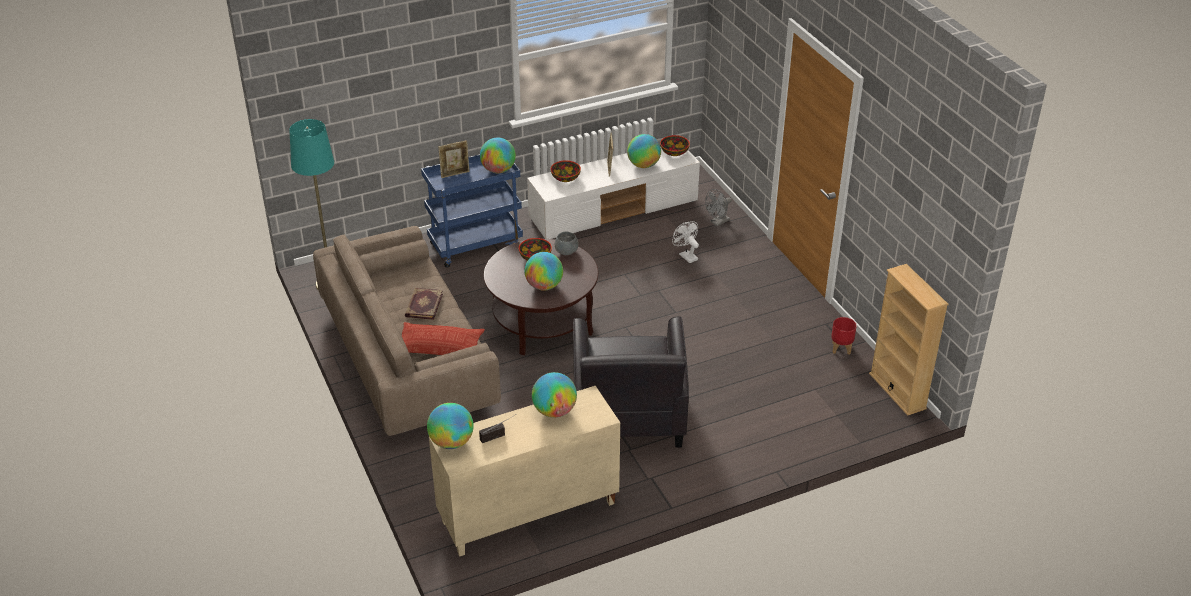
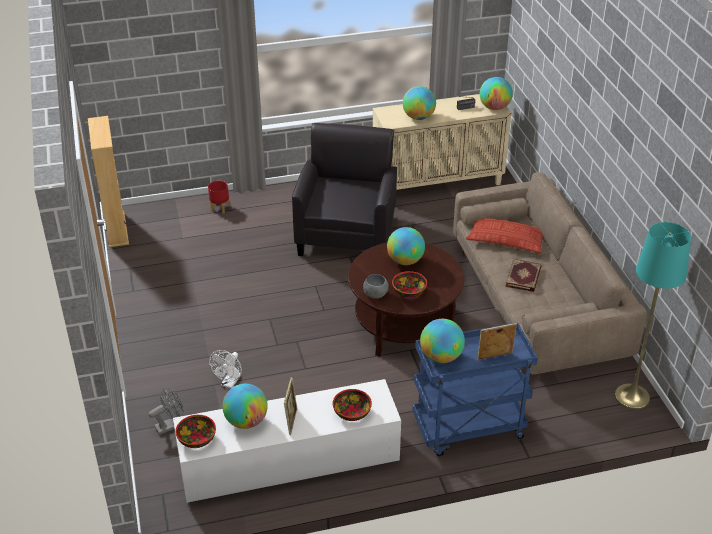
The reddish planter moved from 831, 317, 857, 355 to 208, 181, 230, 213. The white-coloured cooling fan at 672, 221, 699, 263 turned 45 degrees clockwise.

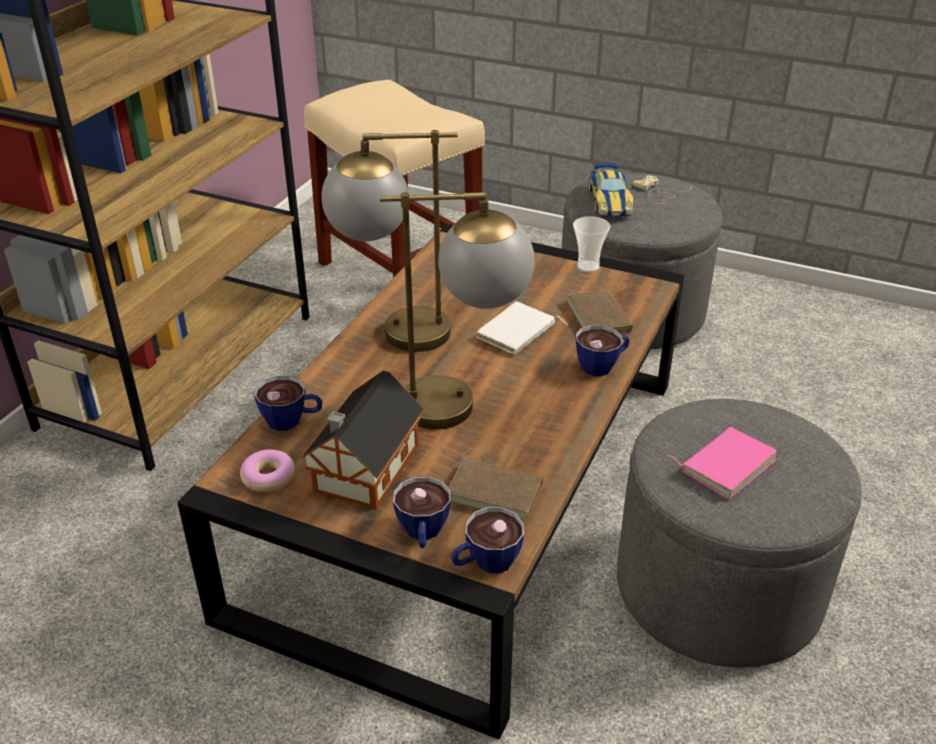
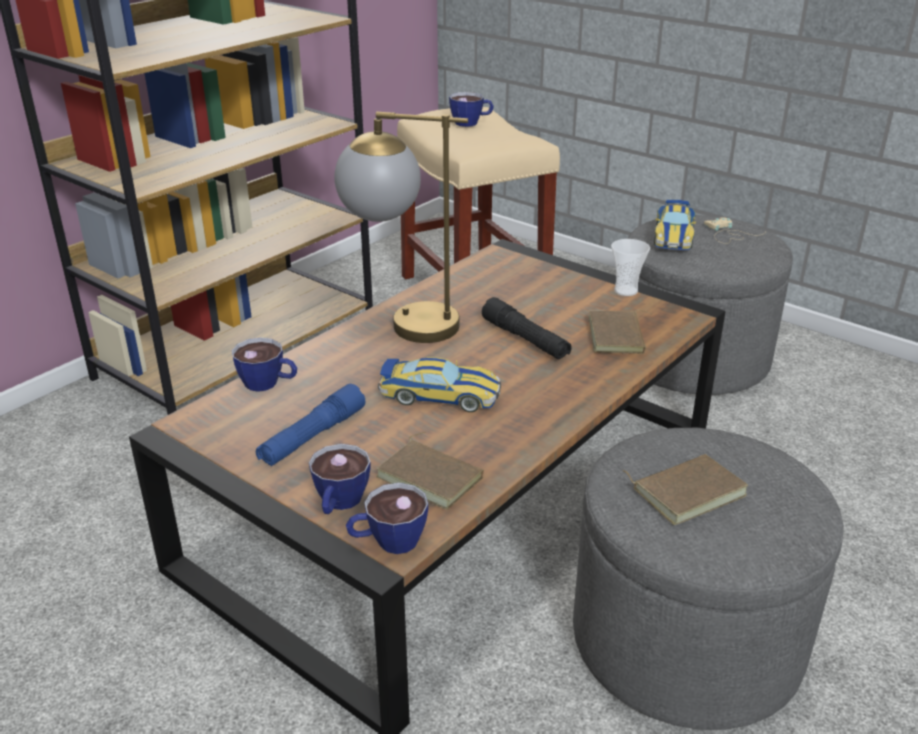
The doughnut at 240, 449, 295, 492 disappeared. The small cup moved from 576, 325, 630, 376 to 449, 92, 494, 127. The model house at 301, 371, 424, 509 was replaced by the bluish hand torch at 256, 384, 365, 466. The lamp for a table at 380, 192, 535, 429 was replaced by the toy car at 378, 357, 501, 412. The white-coloured bound book at 477, 301, 568, 355 was replaced by the blackish hand torch at 482, 297, 572, 359. The pink bound book at 667, 427, 777, 499 became the brown bound book at 623, 454, 748, 525.

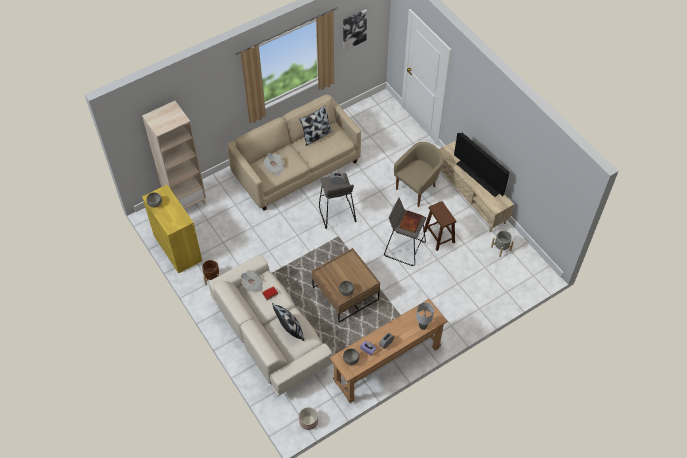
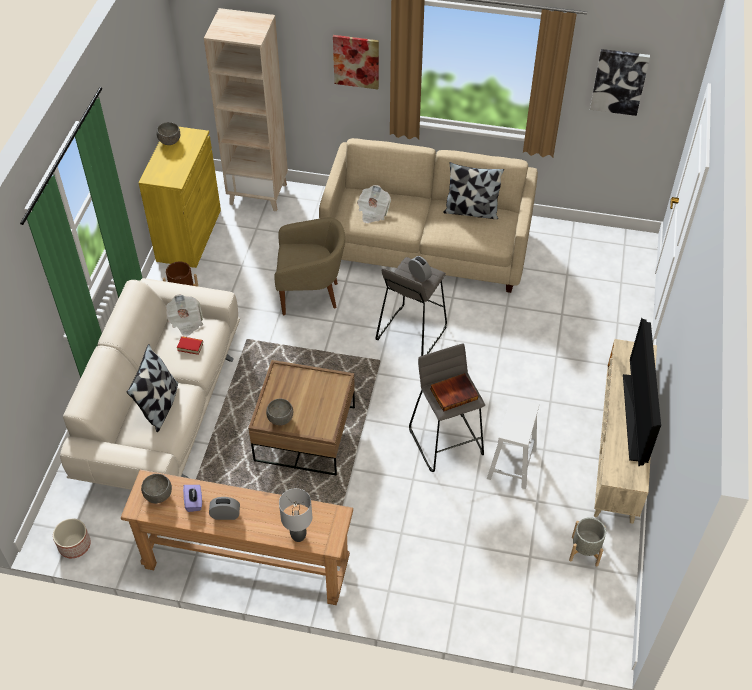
The wall picture at 333, 35, 379, 89 appeared. The sand-coloured armchair moved from 394, 142, 443, 207 to 274, 218, 345, 315. The brown stool seat at 423, 201, 456, 251 became the white-coloured stool seat at 487, 397, 539, 489.

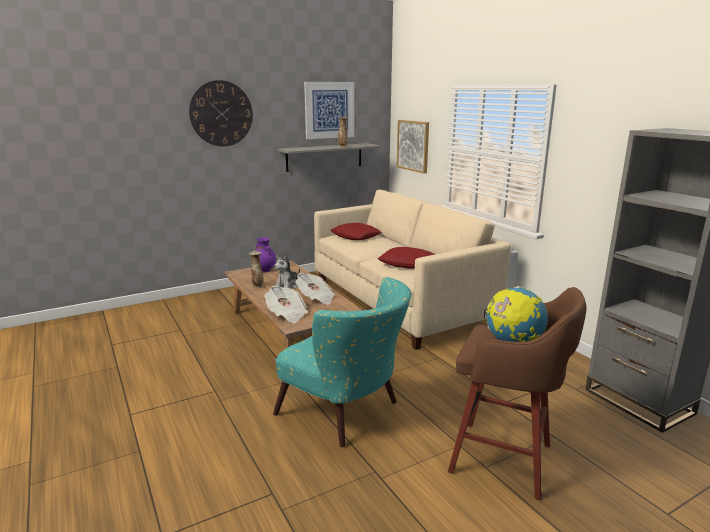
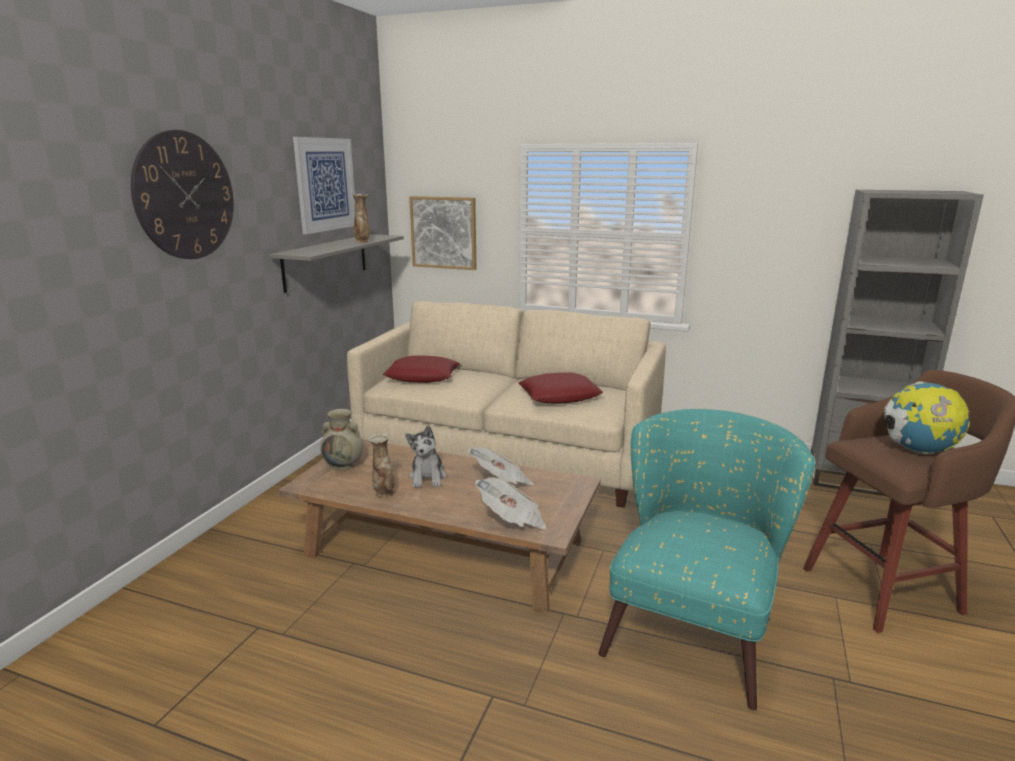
The purplish vase at 256, 237, 276, 272 became the sand-coloured vase at 320, 409, 363, 471. The blue-green armchair at 273, 277, 412, 447 turned 60 degrees counterclockwise.

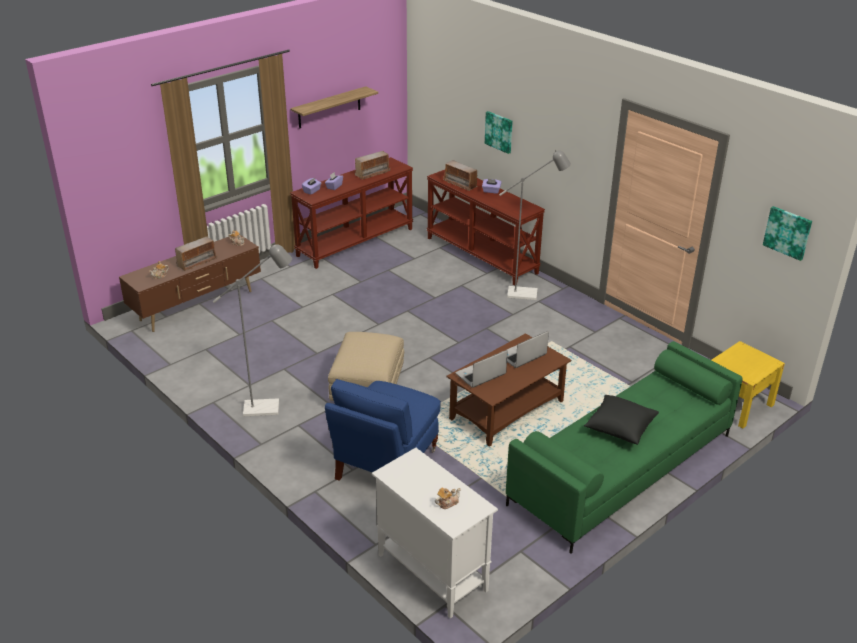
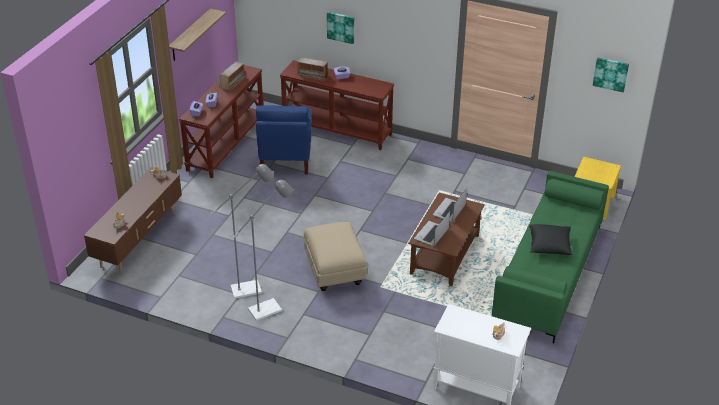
The radio receiver at 175, 236, 217, 271 disappeared. The bluish armchair moved from 325, 379, 441, 481 to 256, 106, 312, 174. The greyish floor lamp moved from 499, 150, 571, 300 to 211, 164, 274, 299.

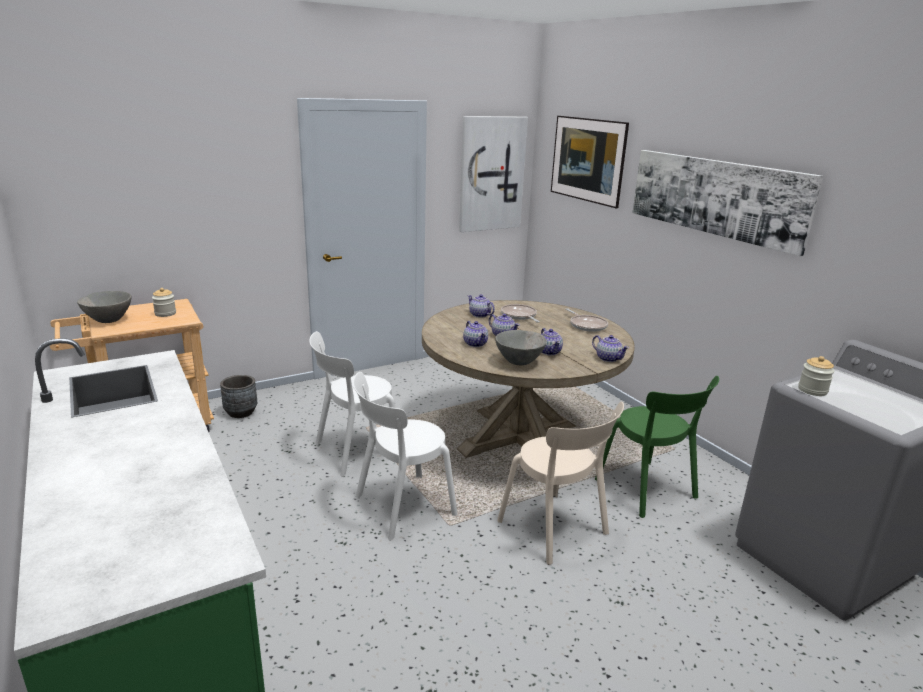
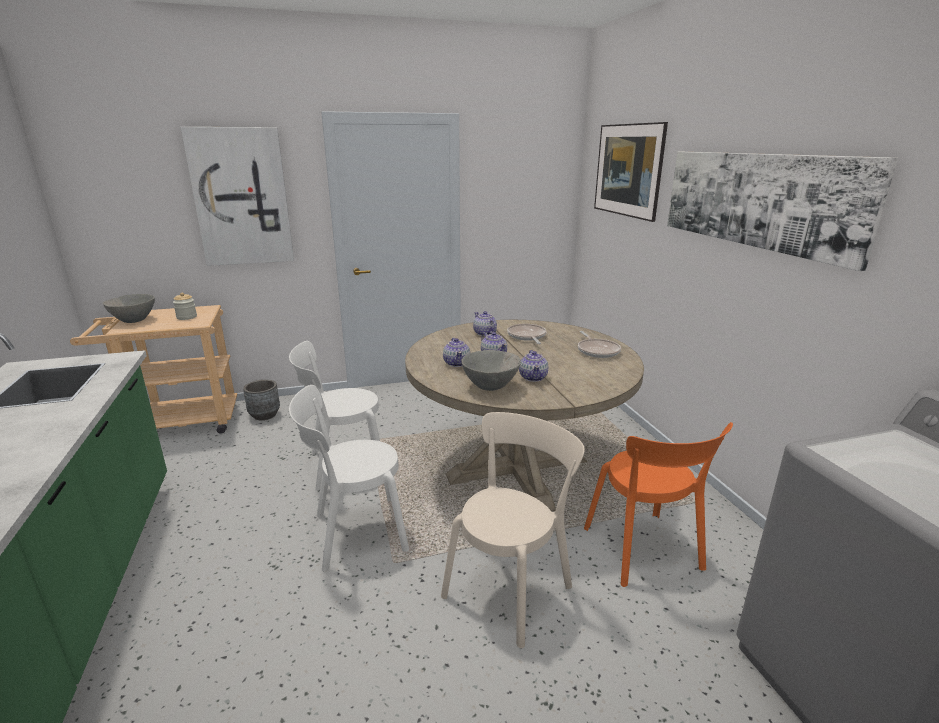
The tea pot at 592, 335, 629, 362 disappeared. The storage jar at 798, 356, 835, 396 disappeared. The wall picture moved from 459, 116, 528, 232 to 180, 127, 294, 266. The greenish upright chair at 595, 376, 719, 518 became the orangey upright chair at 584, 422, 733, 587. The sand-coloured upright chair at 497, 402, 624, 565 turned 120 degrees counterclockwise.

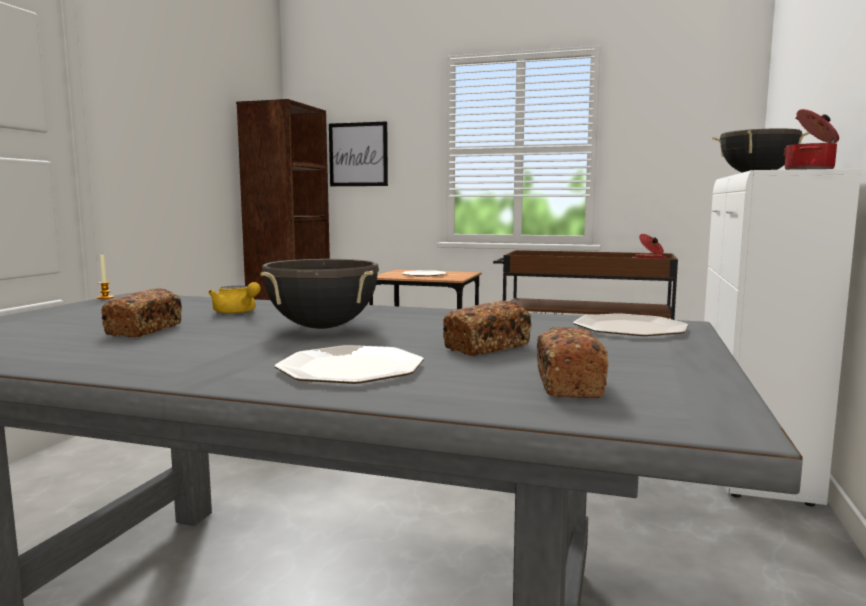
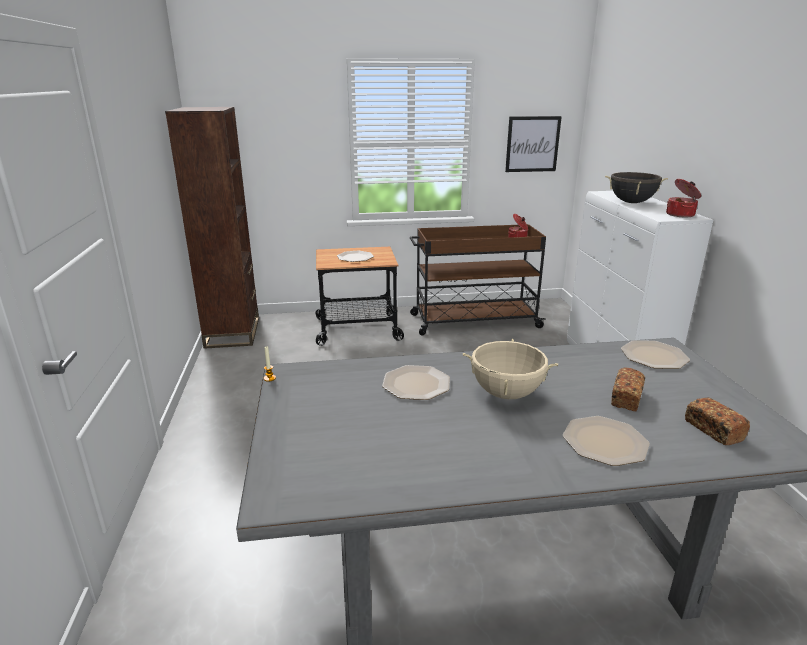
The bread at 101, 288, 182, 337 disappeared. The wall picture moved from 329, 121, 388, 186 to 505, 116, 562, 172. The yellow-coloured tea pot at 208, 282, 261, 314 was replaced by the dinner plate at 382, 365, 450, 400. The blackish saucepot at 260, 259, 379, 329 became the sand-coloured saucepot at 463, 339, 558, 399.

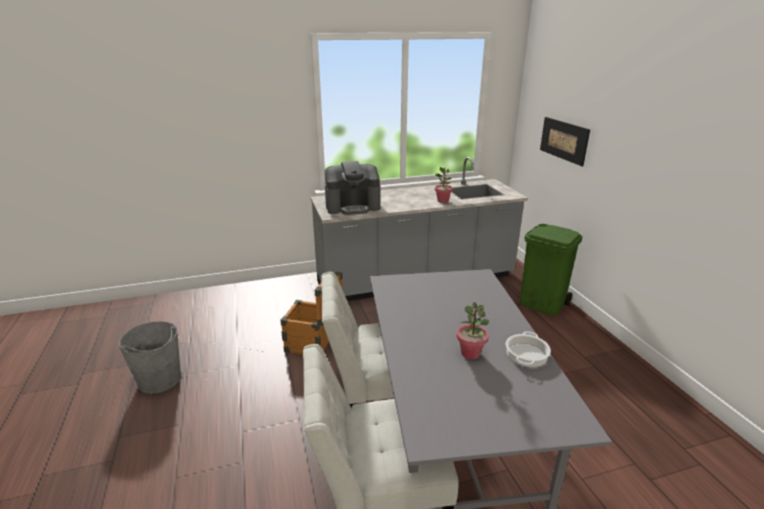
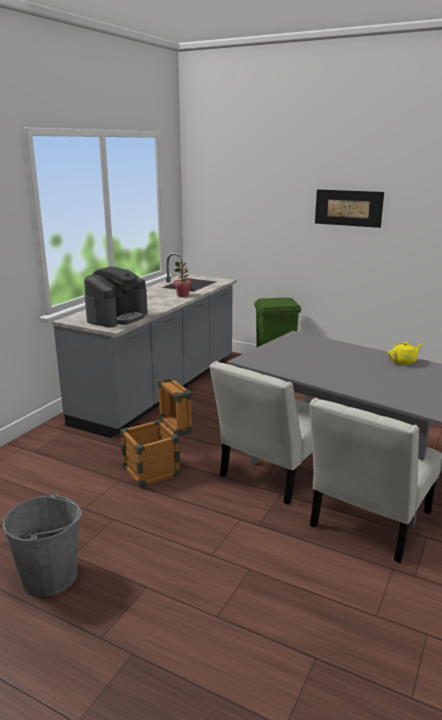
The plant in a pot at 457, 302, 489, 359 disappeared. The wall picture moved from 540, 117, 590, 166 to 315, 189, 384, 228. The saucepot at 505, 331, 551, 367 was replaced by the yellow-coloured tea pot at 388, 342, 422, 365.

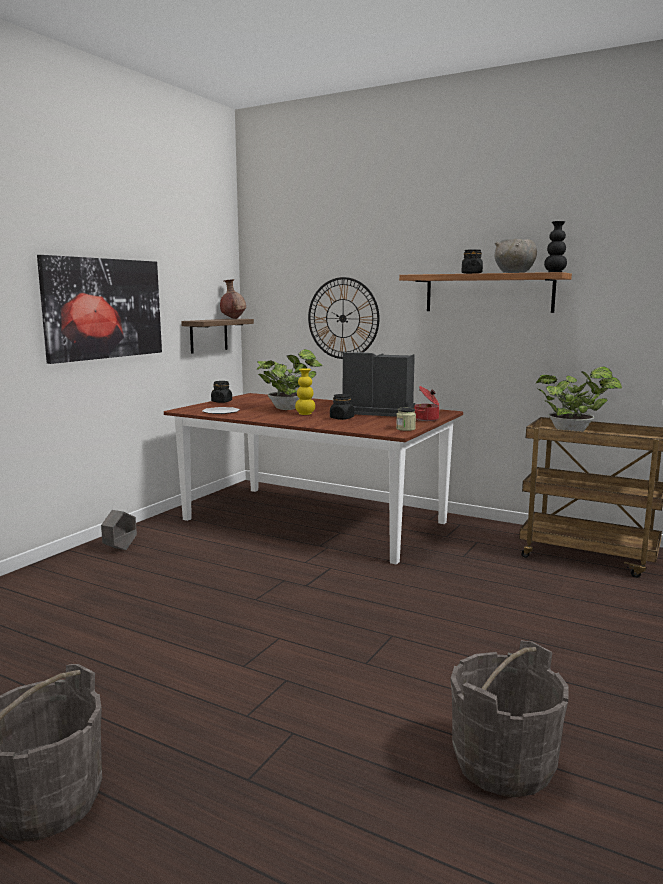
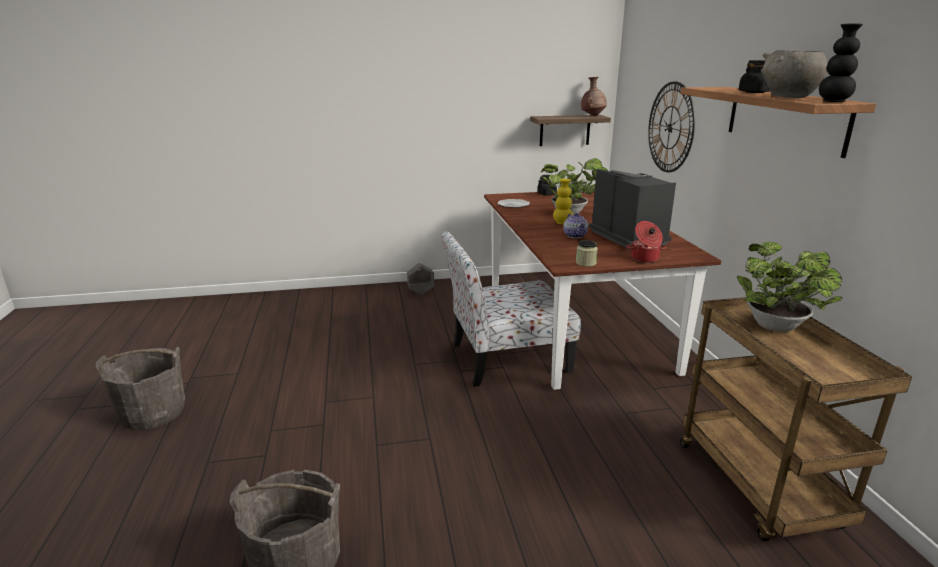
The wall picture at 37, 255, 162, 364 disappeared. The upright chair at 442, 232, 581, 387 appeared. The blackish storage jar at 330, 394, 354, 420 was replaced by the tea pot at 563, 213, 588, 238.

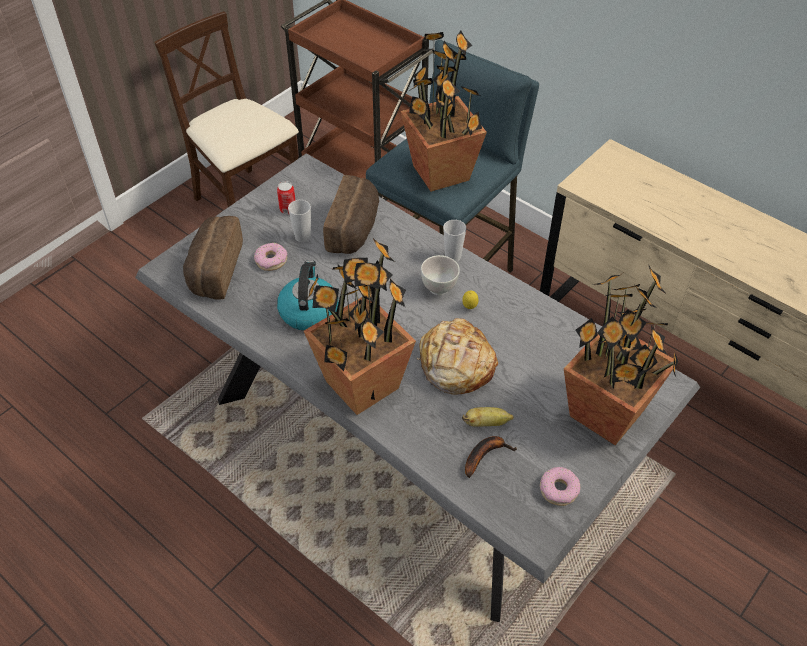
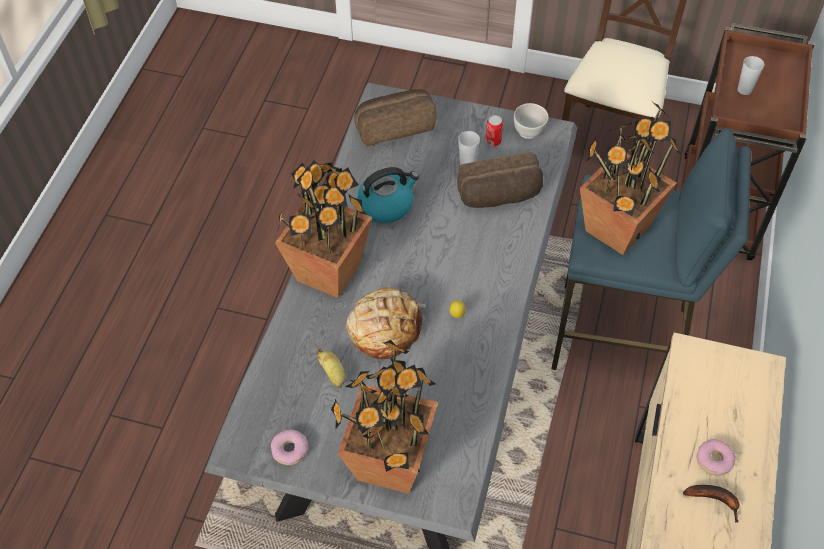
The doughnut moved from 254, 243, 287, 271 to 696, 439, 736, 476. The white-coloured bowl moved from 421, 255, 460, 295 to 514, 103, 548, 139. The small cup moved from 443, 220, 466, 262 to 737, 56, 765, 95. The whole banana moved from 465, 436, 517, 478 to 683, 485, 740, 523.

